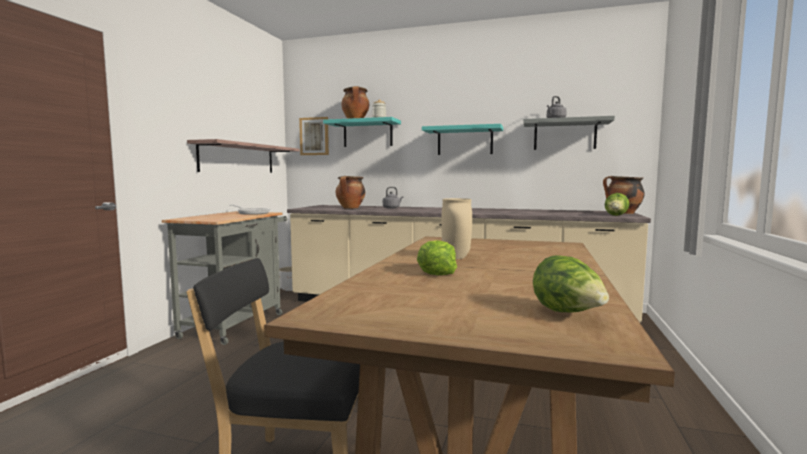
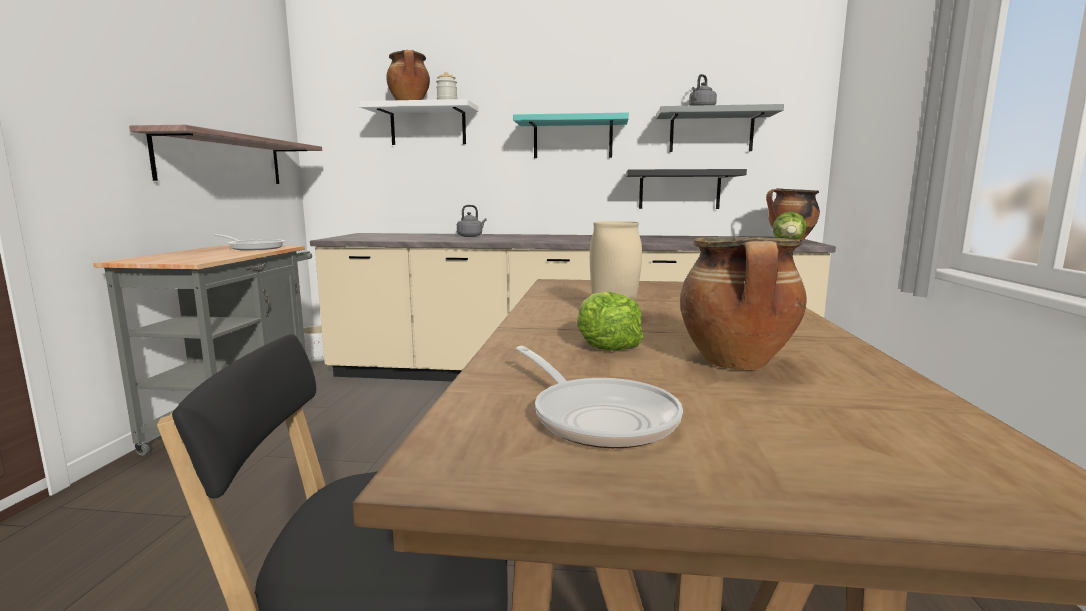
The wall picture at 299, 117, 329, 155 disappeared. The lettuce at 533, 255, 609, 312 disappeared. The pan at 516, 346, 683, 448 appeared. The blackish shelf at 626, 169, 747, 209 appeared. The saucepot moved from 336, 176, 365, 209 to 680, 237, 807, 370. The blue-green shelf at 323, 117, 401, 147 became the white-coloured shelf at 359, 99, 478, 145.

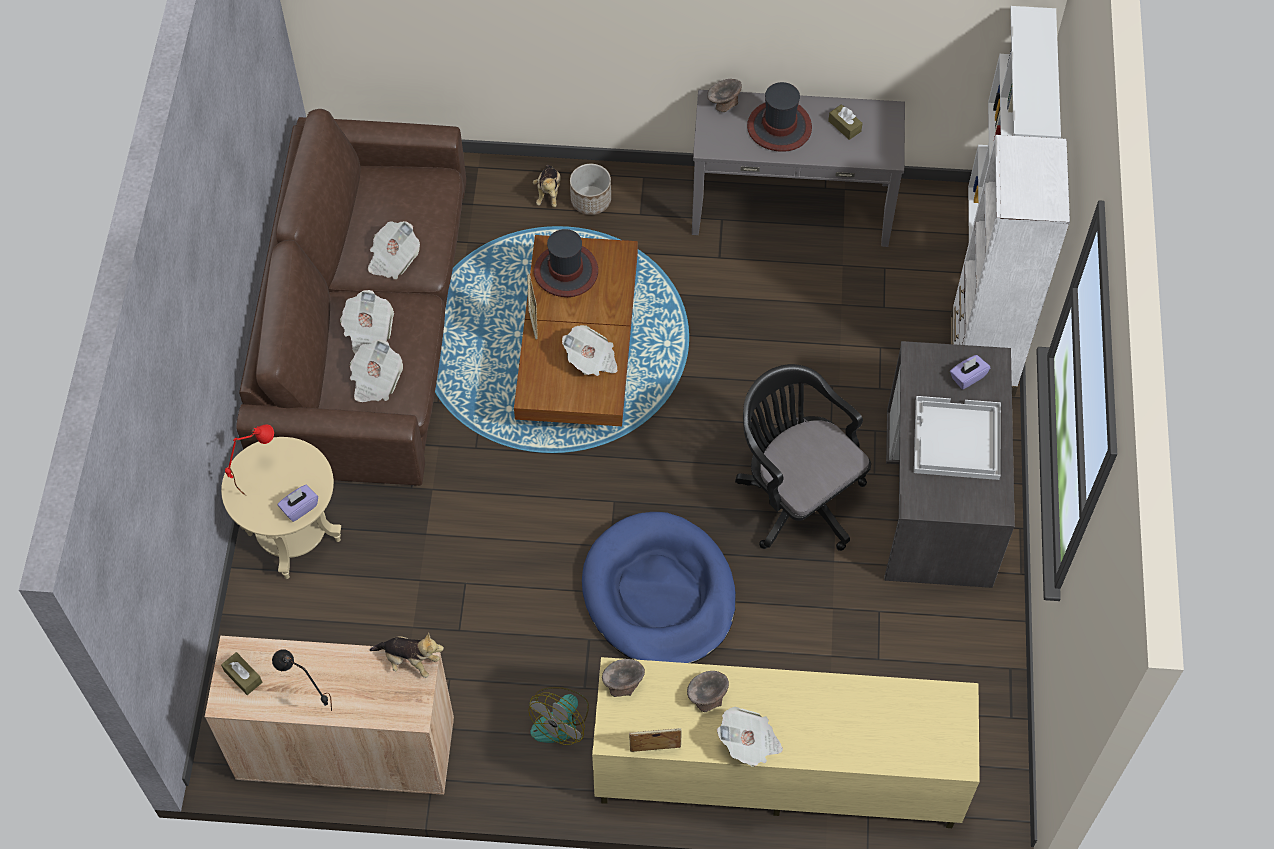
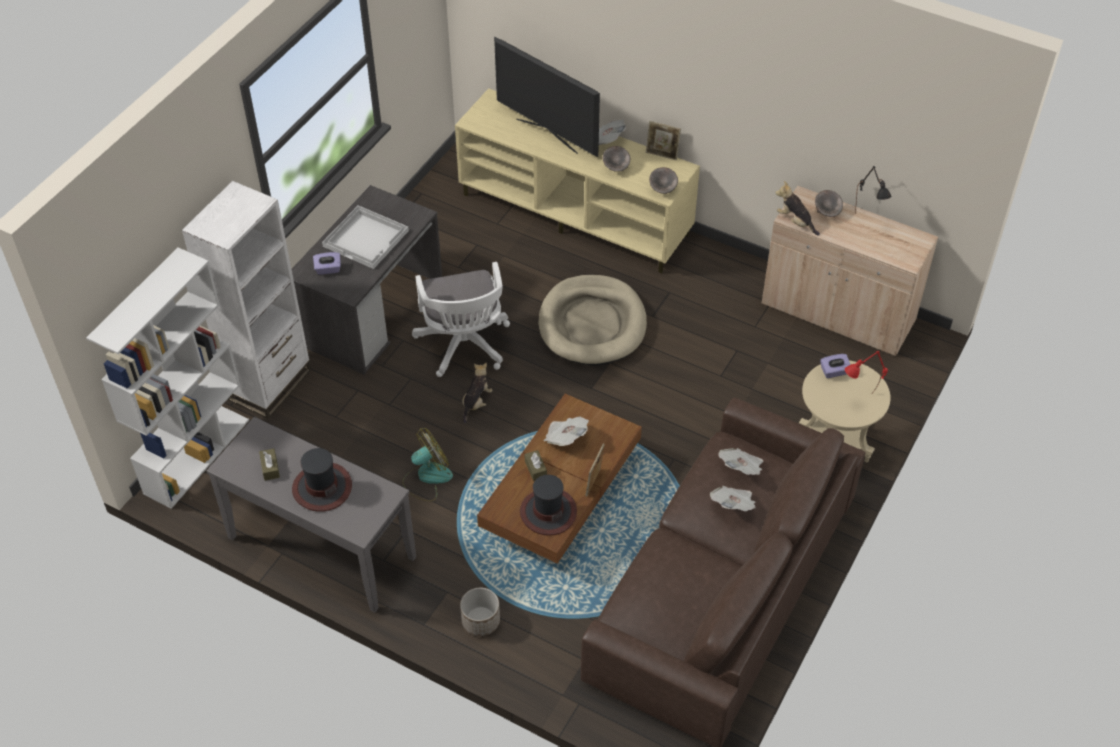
The daily paper at 367, 221, 420, 280 disappeared. The TV at 494, 36, 600, 157 appeared. The brown tissue holder moved from 221, 652, 262, 695 to 525, 450, 547, 481. The cooling fan moved from 528, 687, 589, 745 to 402, 428, 453, 501. The plush toy moved from 533, 165, 561, 207 to 462, 363, 493, 424. The greyish bowl moved from 707, 79, 742, 112 to 815, 190, 843, 217. The bluish pet bed at 582, 512, 736, 663 became the sand-coloured pet bed at 539, 275, 647, 366. The blackish desk chair at 735, 364, 871, 551 became the white-coloured desk chair at 412, 262, 510, 377.

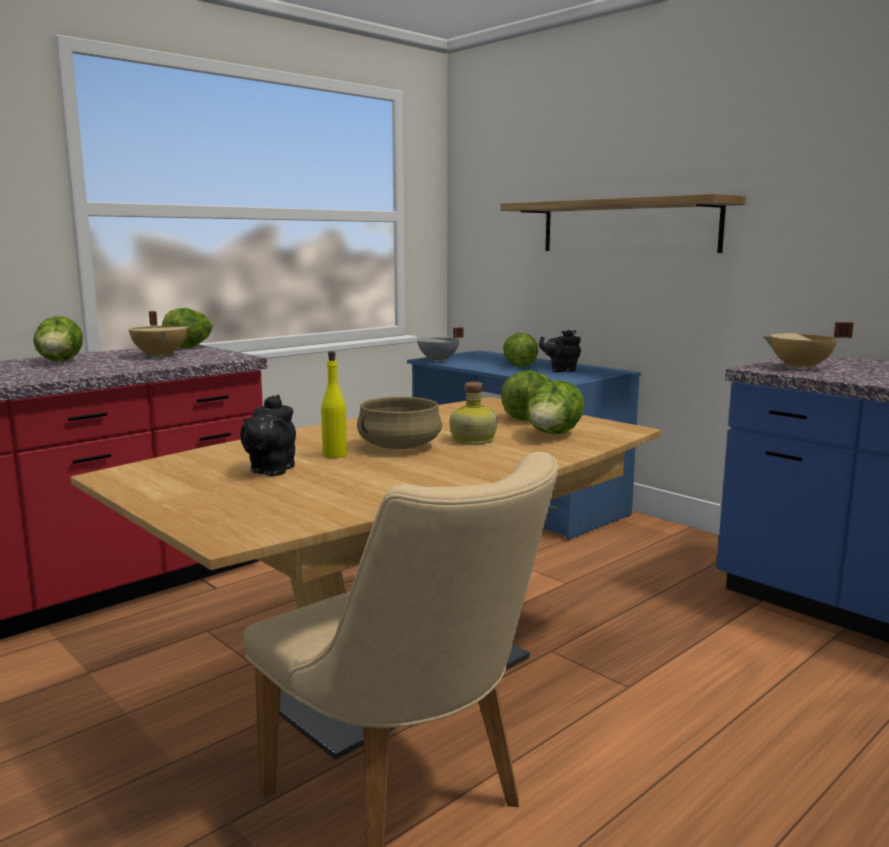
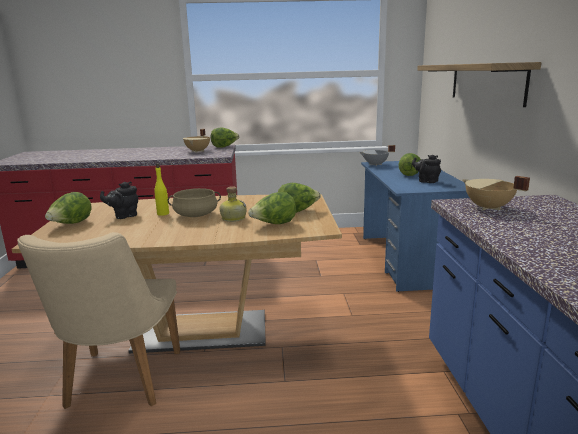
The lettuce moved from 33, 316, 83, 362 to 45, 192, 92, 224.

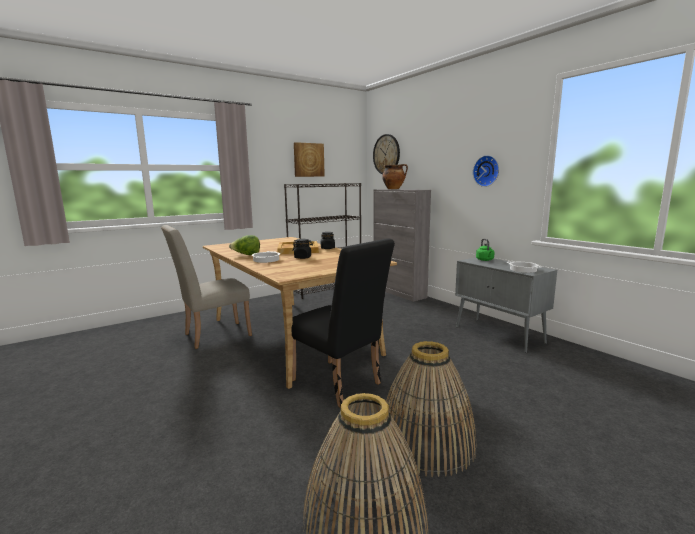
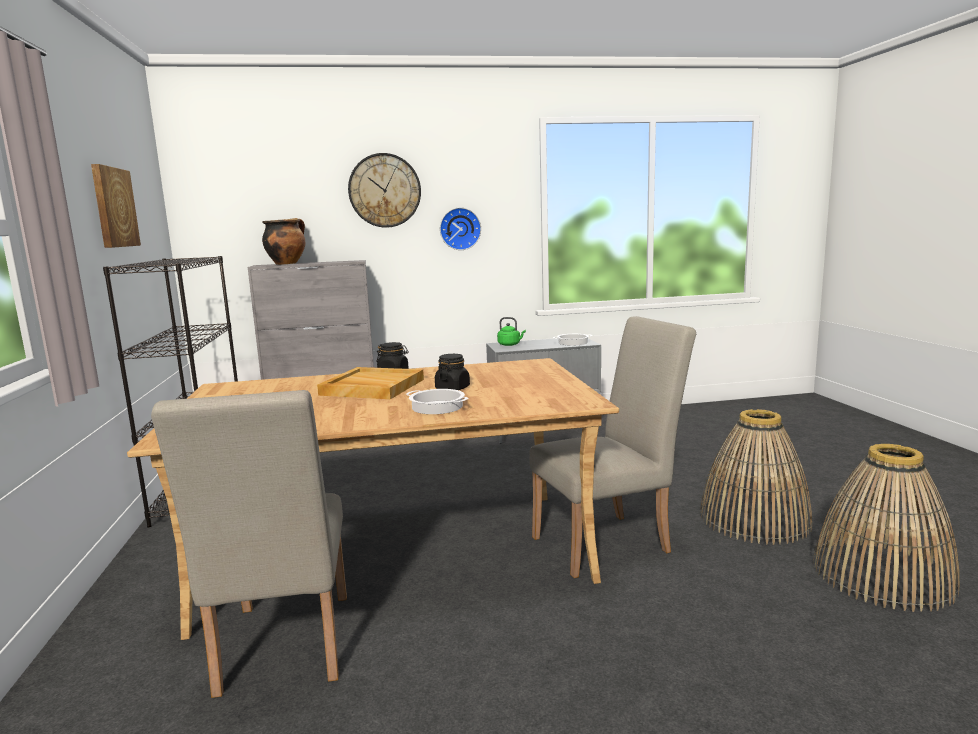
The lettuce at 229, 235, 260, 255 disappeared. The hanging clock moved from 373, 134, 400, 174 to 348, 153, 421, 228. The blackish upright chair at 292, 238, 395, 408 became the sand-coloured upright chair at 529, 316, 696, 578.

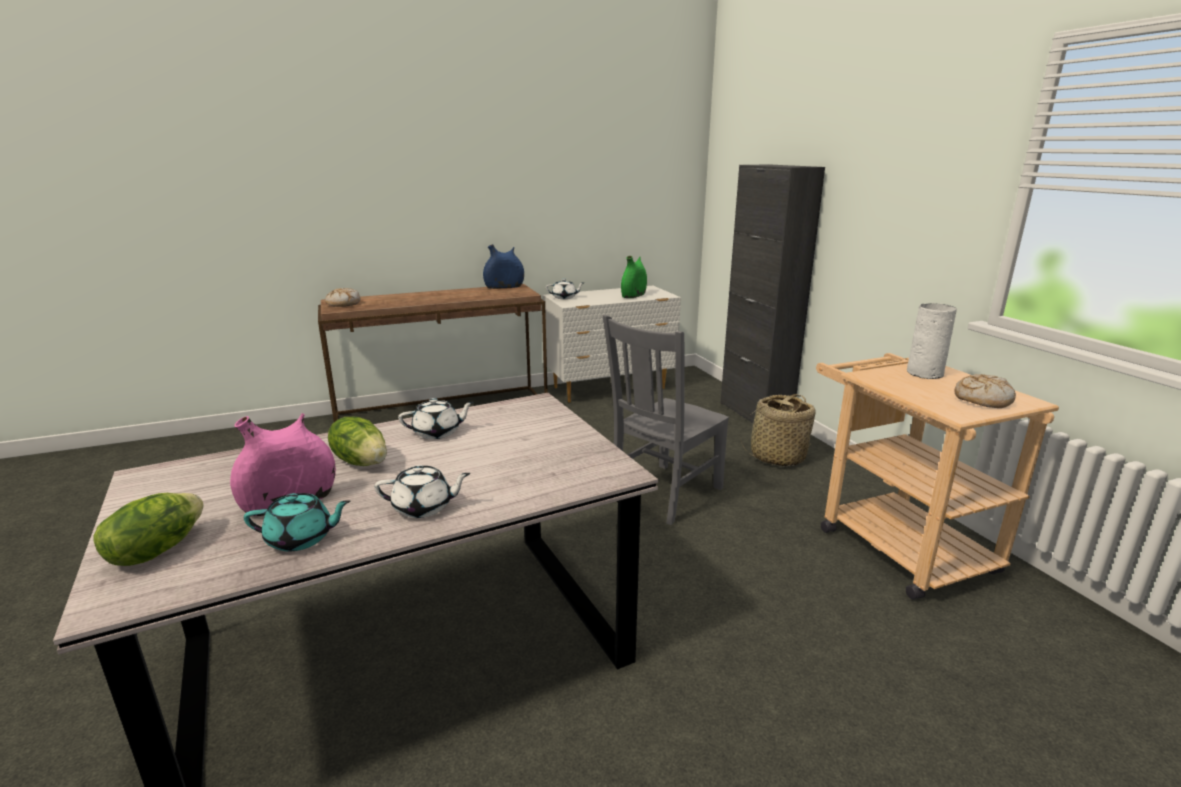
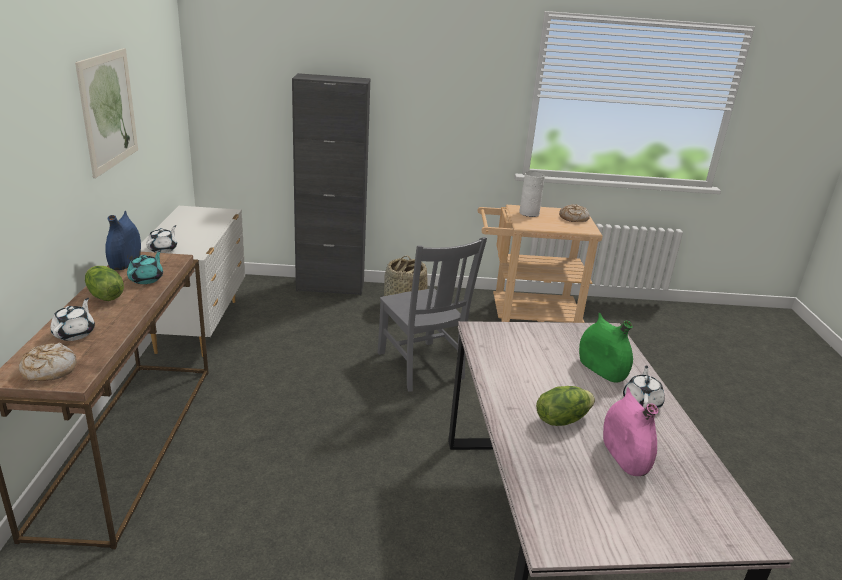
The wall picture at 75, 48, 138, 178 appeared. The lettuce moved from 93, 493, 204, 566 to 85, 266, 124, 301. The blue-green tea pot moved from 244, 493, 351, 551 to 127, 250, 163, 284. The white-coloured tea pot moved from 398, 398, 474, 439 to 50, 298, 95, 341. The greenish vase moved from 621, 256, 647, 298 to 579, 313, 633, 383.

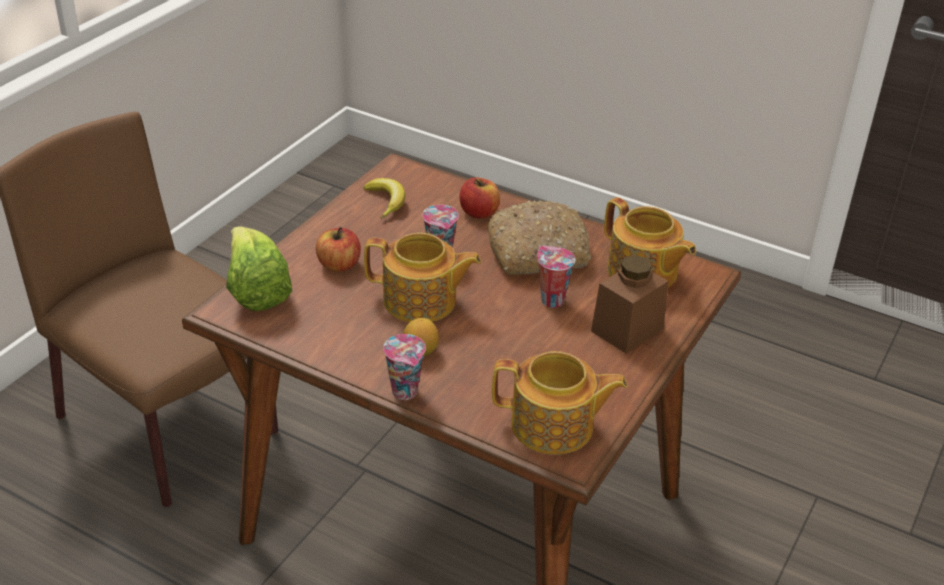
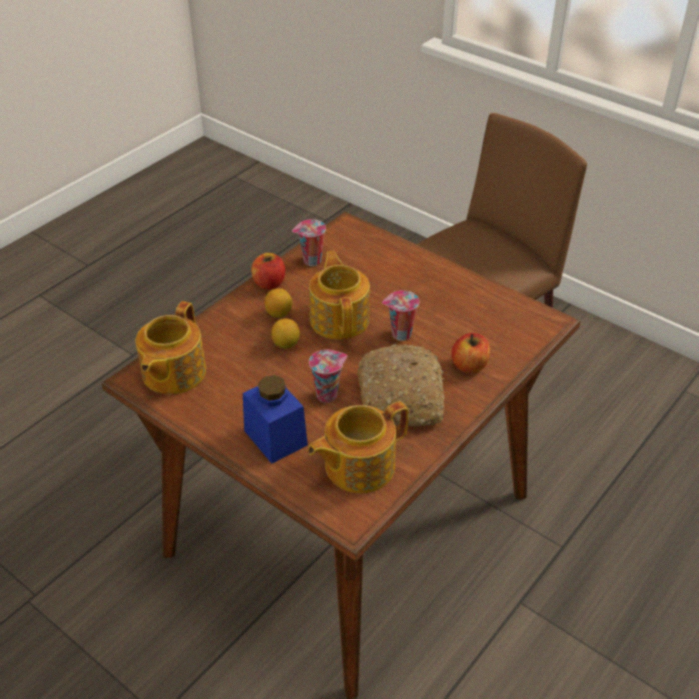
The lettuce at 226, 226, 292, 311 disappeared. The whole banana at 364, 178, 405, 219 disappeared. The citrus fruit at 272, 318, 300, 349 appeared. The apple fruit moved from 316, 227, 361, 272 to 251, 253, 285, 289. The small cup moved from 383, 334, 426, 400 to 292, 219, 326, 266. The brown storage jar at 591, 255, 668, 354 became the bluish storage jar at 243, 375, 308, 464. The tea pot at 364, 233, 481, 322 turned 150 degrees clockwise.

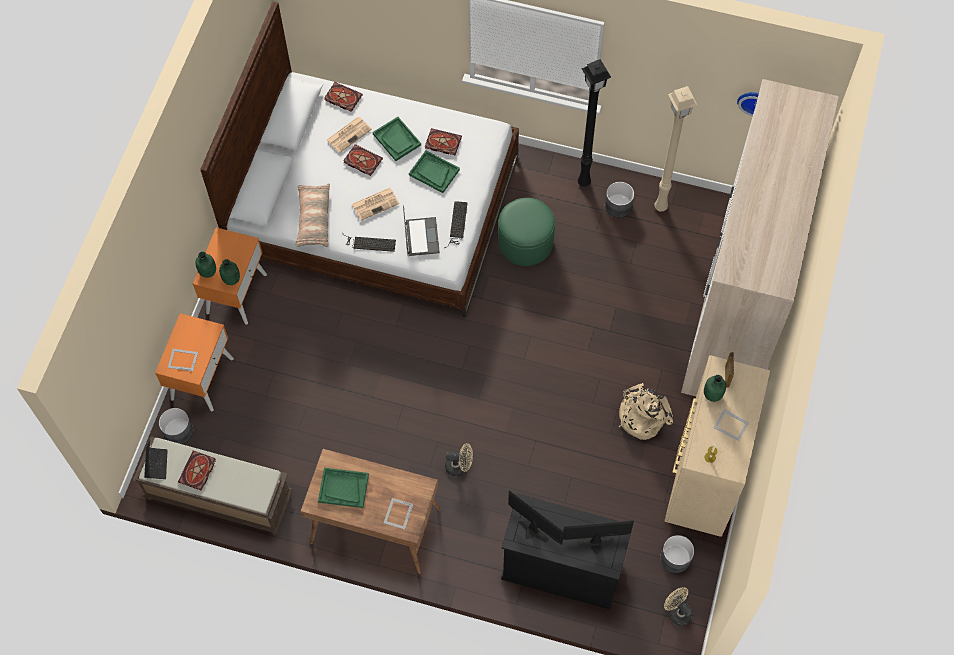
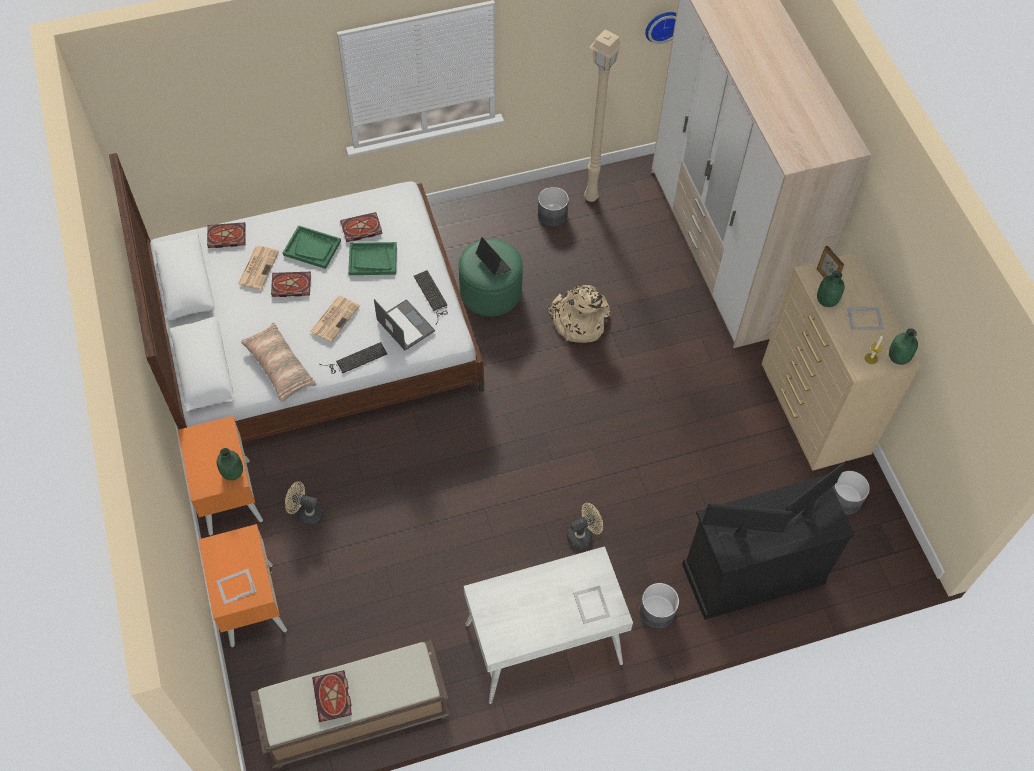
The greenish tray at 318, 468, 369, 508 disappeared. The blackish floor lamp at 578, 59, 611, 187 disappeared. The notebook computer moved from 144, 441, 168, 479 to 475, 237, 511, 275. The greyish planter moved from 159, 408, 193, 444 to 639, 583, 679, 629. The greenish bottle moved from 196, 252, 216, 278 to 889, 328, 918, 365. The sand-coloured backpack moved from 619, 383, 673, 440 to 548, 285, 611, 343. The sand-coloured cooling fan moved from 664, 587, 693, 626 to 285, 481, 323, 526. The brown desk table at 301, 449, 441, 574 became the white-coloured desk table at 463, 546, 633, 704.

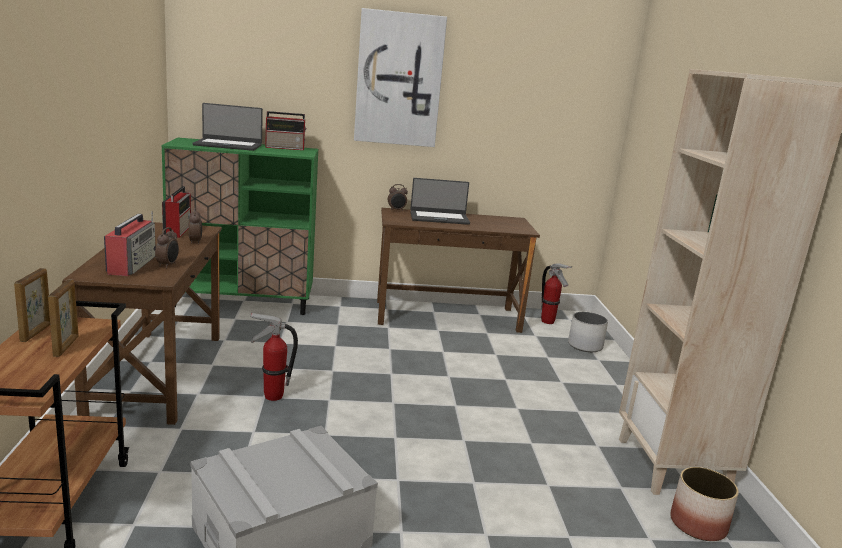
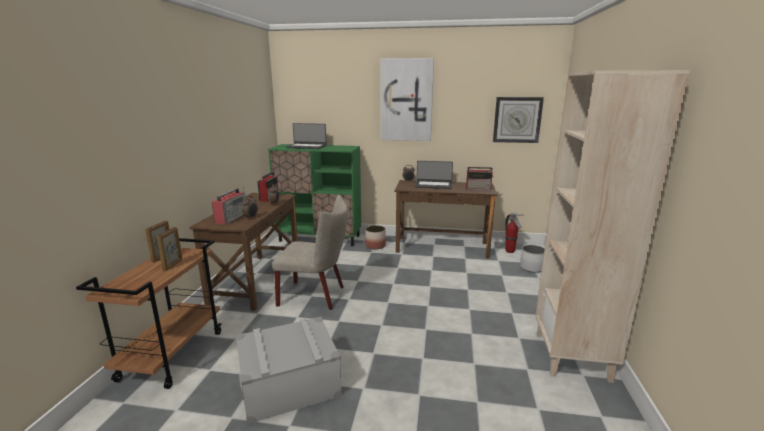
The hanging clock at 493, 97, 544, 143 appeared. The radio receiver moved from 265, 111, 307, 150 to 466, 167, 493, 190. The planter moved from 670, 467, 739, 541 to 365, 225, 386, 249. The fire extinguisher at 250, 312, 298, 401 was replaced by the sand-coloured upright chair at 272, 195, 348, 310.

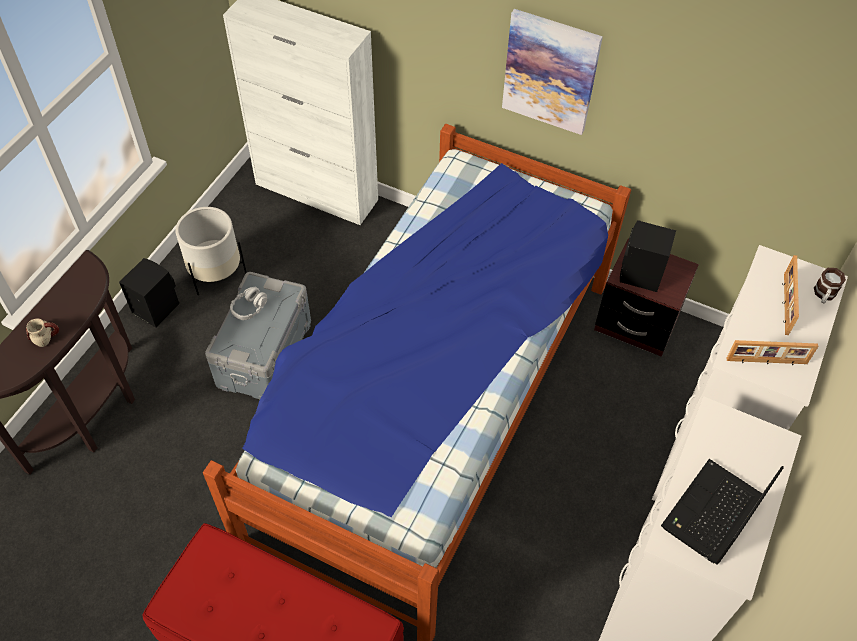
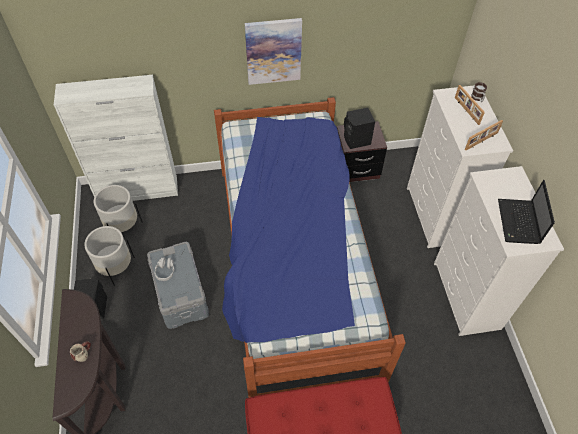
The white-coloured planter at 94, 185, 143, 232 appeared.

